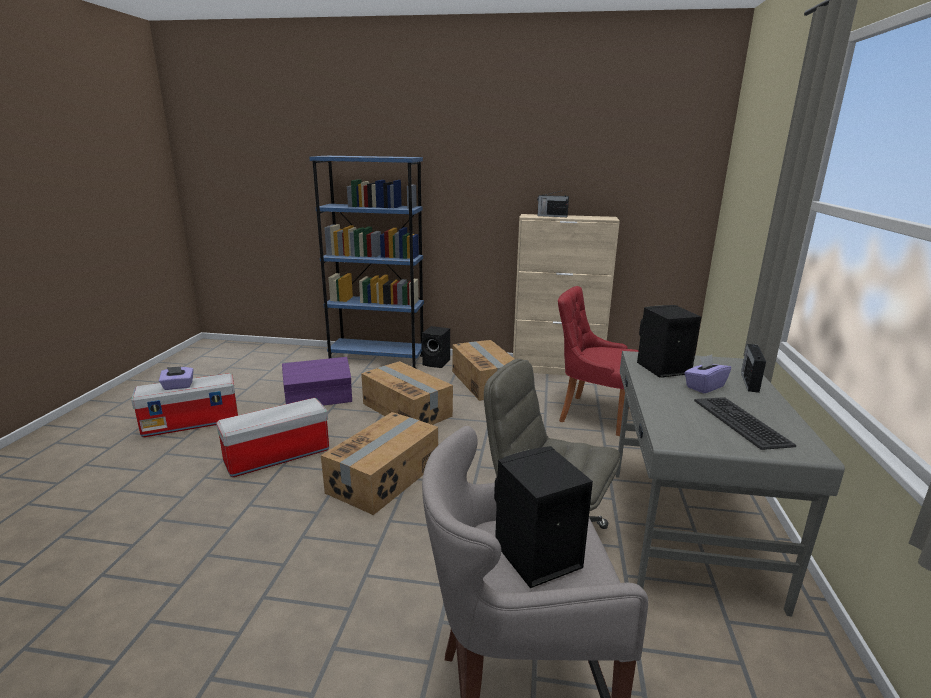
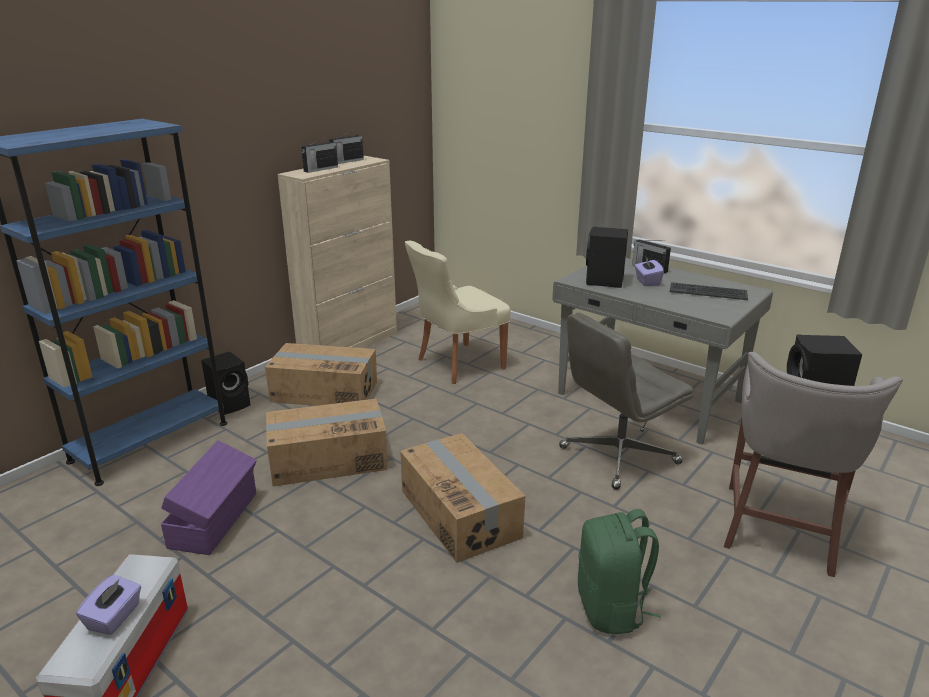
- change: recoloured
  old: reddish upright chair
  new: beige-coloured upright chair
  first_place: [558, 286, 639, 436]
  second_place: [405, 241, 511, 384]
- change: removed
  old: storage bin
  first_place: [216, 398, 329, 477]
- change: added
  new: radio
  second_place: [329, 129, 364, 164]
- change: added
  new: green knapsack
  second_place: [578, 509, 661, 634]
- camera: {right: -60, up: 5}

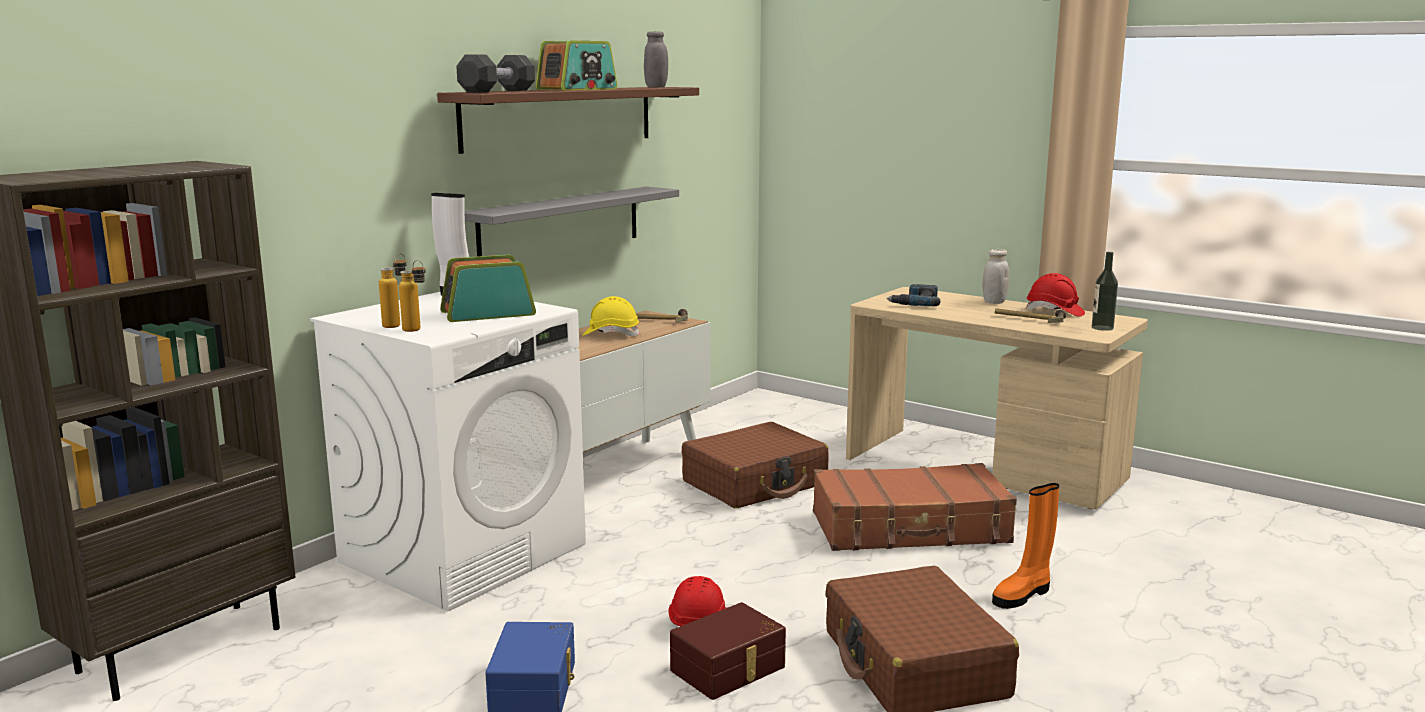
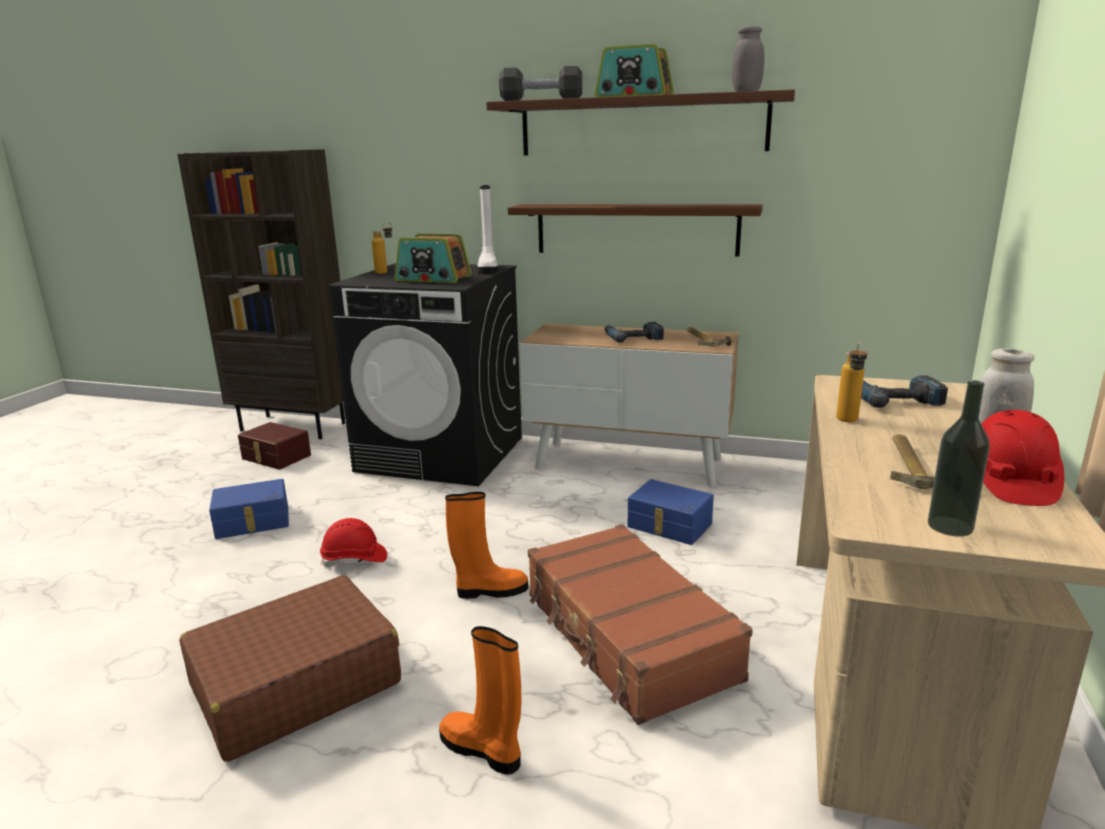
- change: recoloured
  old: greyish shelf
  new: brown shelf
  first_place: [464, 187, 679, 257]
  second_place: [508, 204, 763, 257]
- change: turned
  old: radio
  first_place: [440, 255, 536, 322]
  second_place: [395, 233, 472, 283]
  degrees: 150
- change: moved
  old: bottle
  first_place: [399, 260, 426, 332]
  second_place: [836, 342, 867, 422]
- change: recoloured
  old: white washing machine
  new: black-coloured washing machine
  first_place: [310, 292, 586, 611]
  second_place: [329, 263, 522, 486]
- change: replaced
  old: yellow-coloured safety helmet
  new: electric drill
  first_place: [583, 296, 640, 336]
  second_place: [604, 322, 664, 343]
- change: replaced
  old: brown piece of luggage
  new: blue storage bin
  first_place: [682, 422, 829, 508]
  second_place: [628, 479, 714, 545]
- change: moved
  old: brown storage bin
  first_place: [670, 602, 786, 700]
  second_place: [238, 422, 311, 470]
- change: added
  new: orange-coloured tall boot
  second_place: [445, 492, 528, 599]
- camera: {right: 70, up: 5}

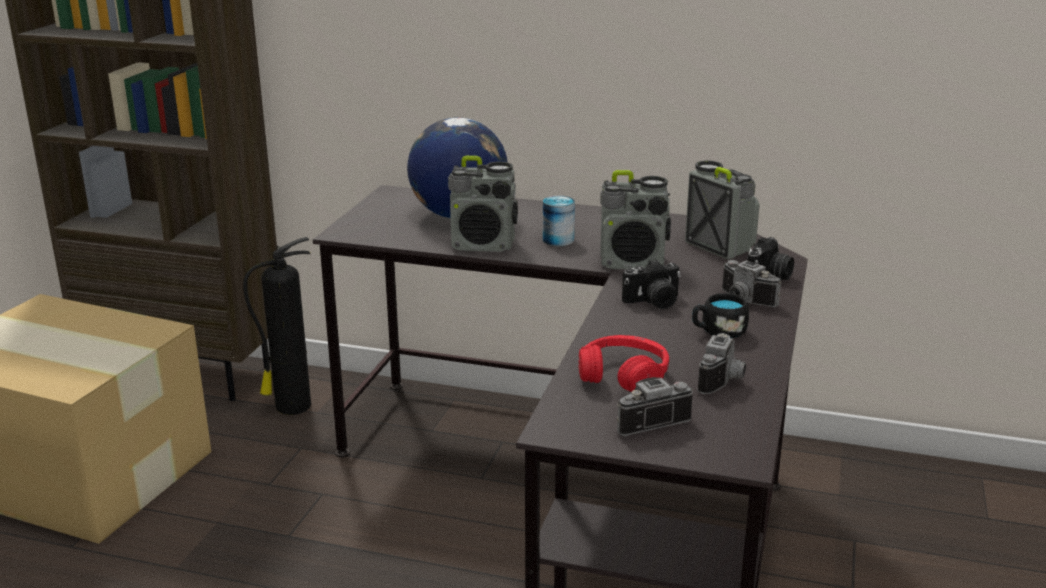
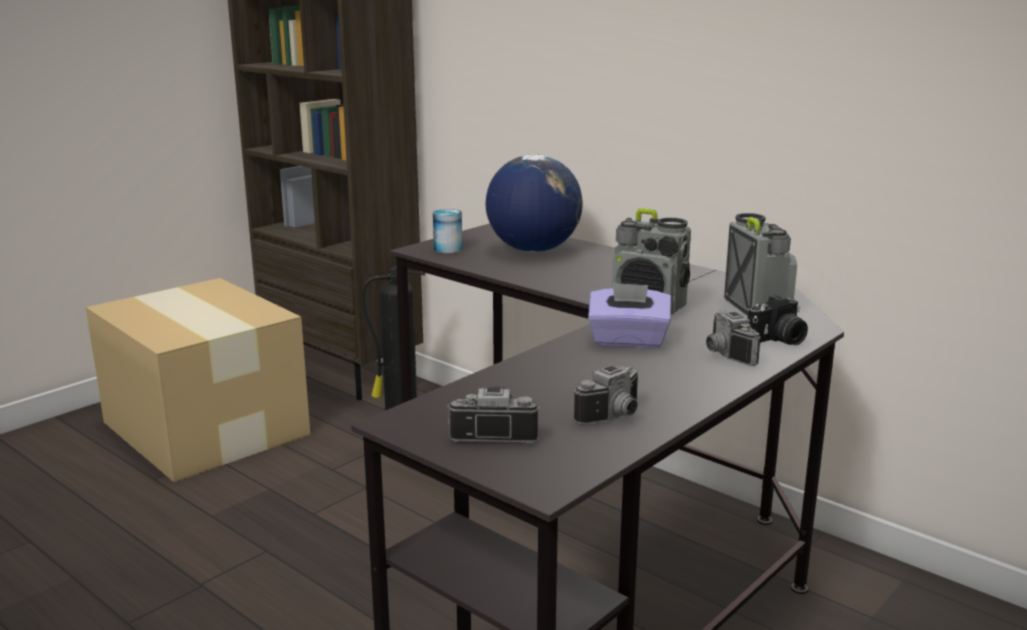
- change: removed
  old: radio
  first_place: [448, 156, 518, 252]
- change: moved
  old: metal can
  first_place: [543, 196, 575, 246]
  second_place: [433, 209, 462, 253]
- change: replaced
  old: still camera
  new: purple-coloured box of tissues
  first_place: [622, 259, 681, 309]
  second_place: [588, 283, 671, 348]
- change: removed
  old: black-coloured mug
  first_place: [692, 293, 749, 338]
- change: removed
  old: reddish headset
  first_place: [578, 335, 669, 392]
- camera: {right: 25, up: -5}

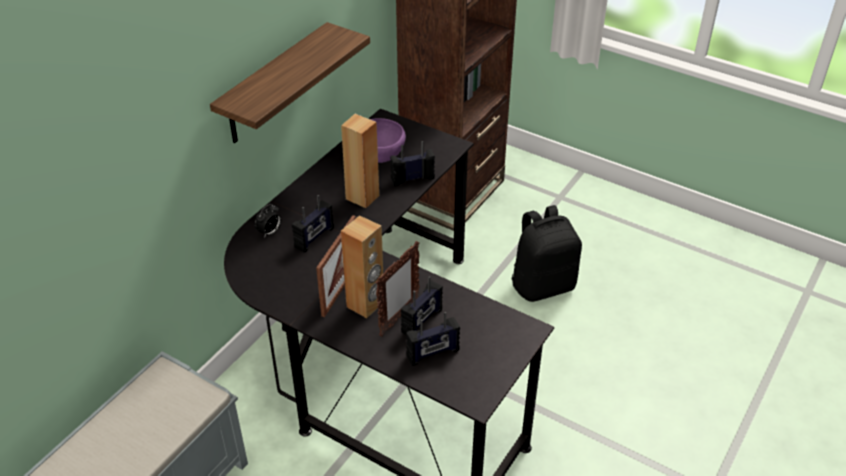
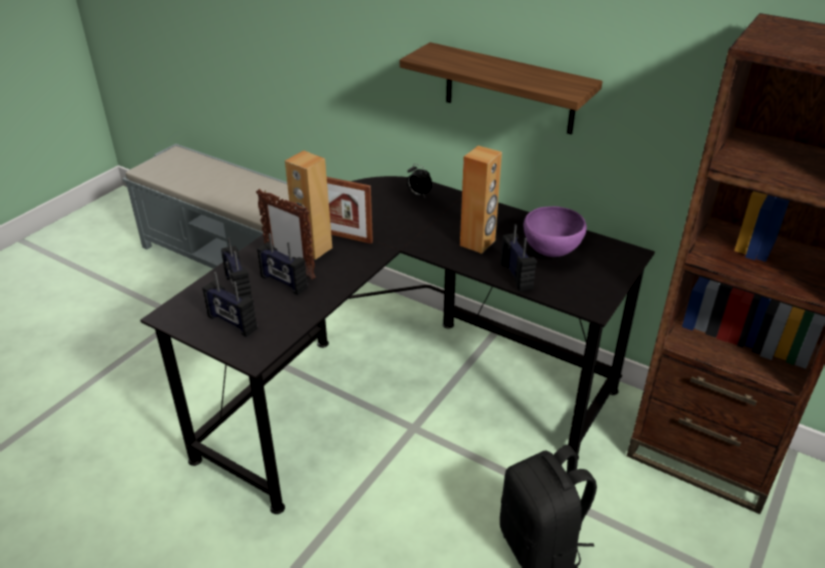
- change: moved
  old: radio
  first_place: [292, 195, 334, 253]
  second_place: [202, 272, 258, 337]
- camera: {right: 90, up: -5}

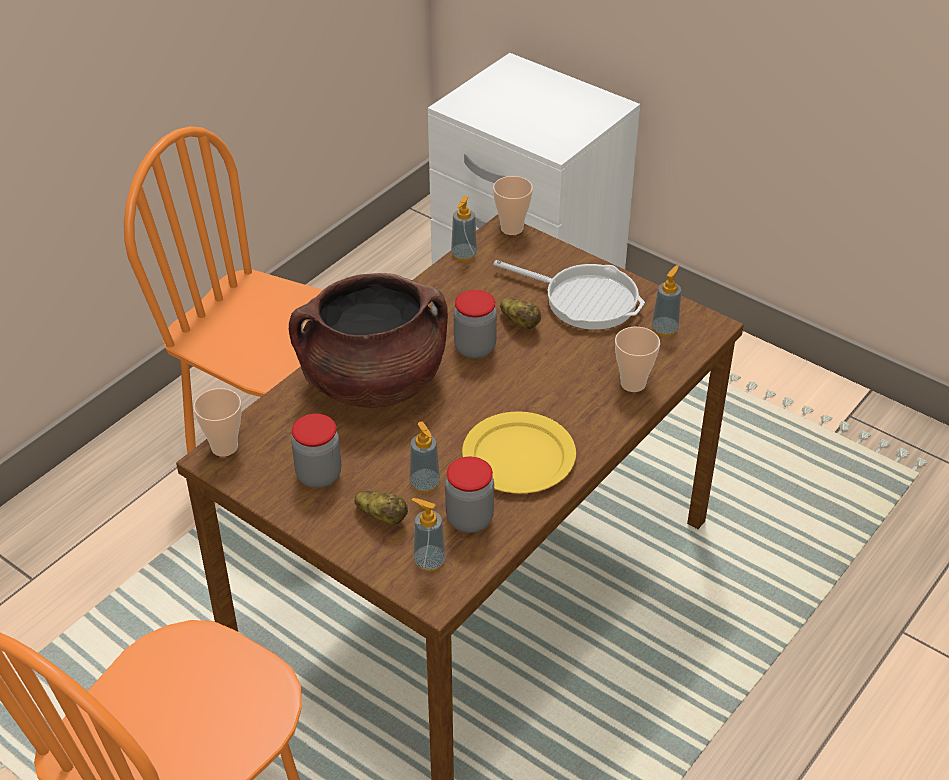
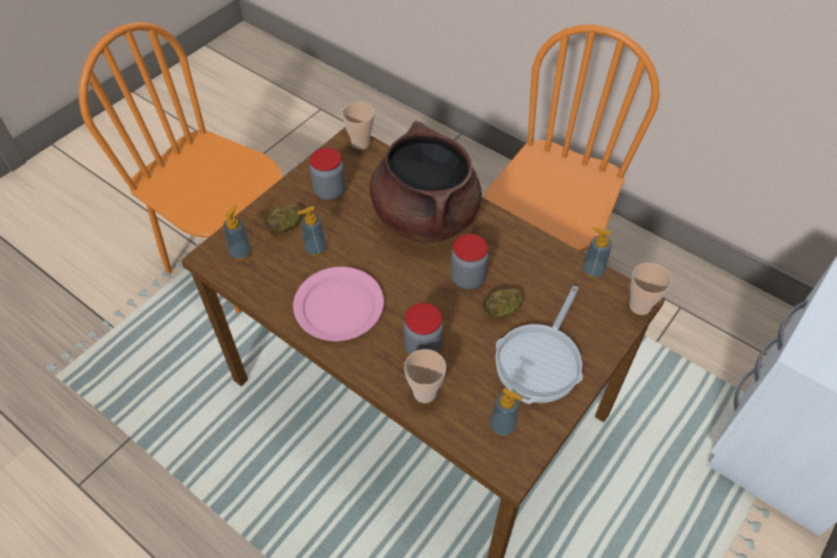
- change: recoloured
  old: yellow-coloured dinner plate
  new: pinkish dinner plate
  first_place: [462, 412, 576, 493]
  second_place: [293, 267, 384, 341]
- change: moved
  old: storage jar
  first_place: [445, 457, 494, 533]
  second_place: [404, 303, 443, 355]
- camera: {right: 90, up: 10}

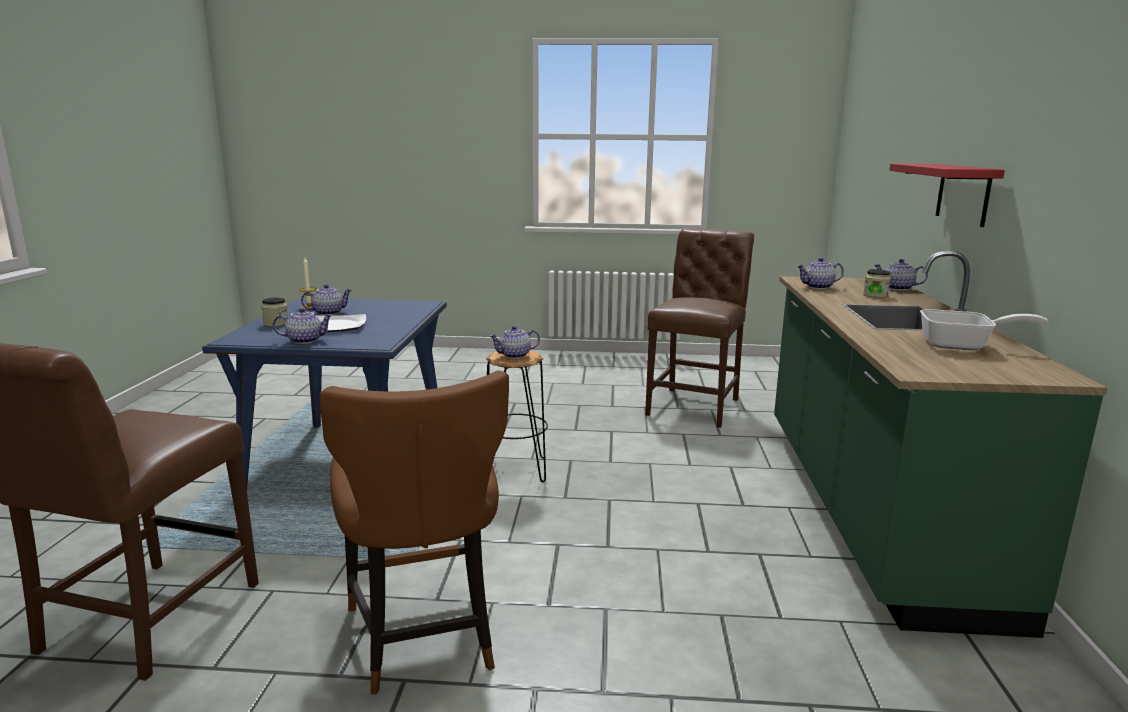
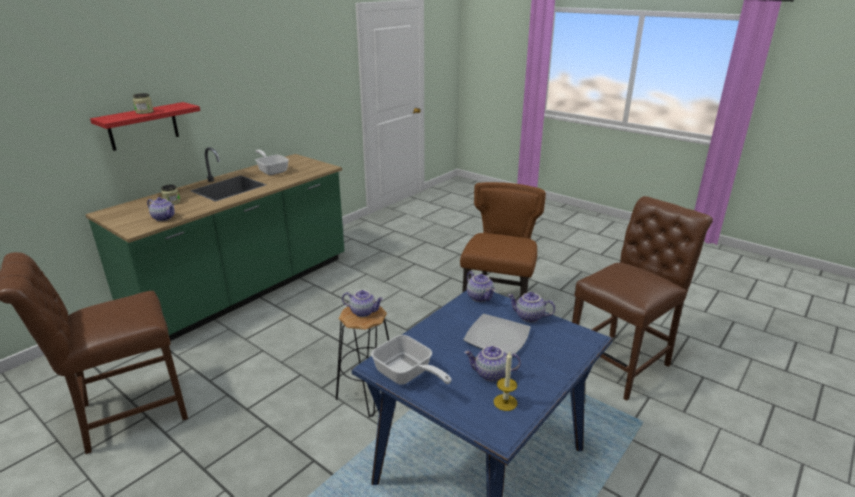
- change: moved
  old: teapot
  first_place: [874, 259, 928, 290]
  second_place: [467, 271, 495, 302]
- change: moved
  old: storage jar
  first_place: [262, 297, 288, 327]
  second_place: [133, 93, 154, 114]
- change: added
  new: frying pan
  second_place: [371, 335, 451, 385]
- camera: {right: -145, up: 10}

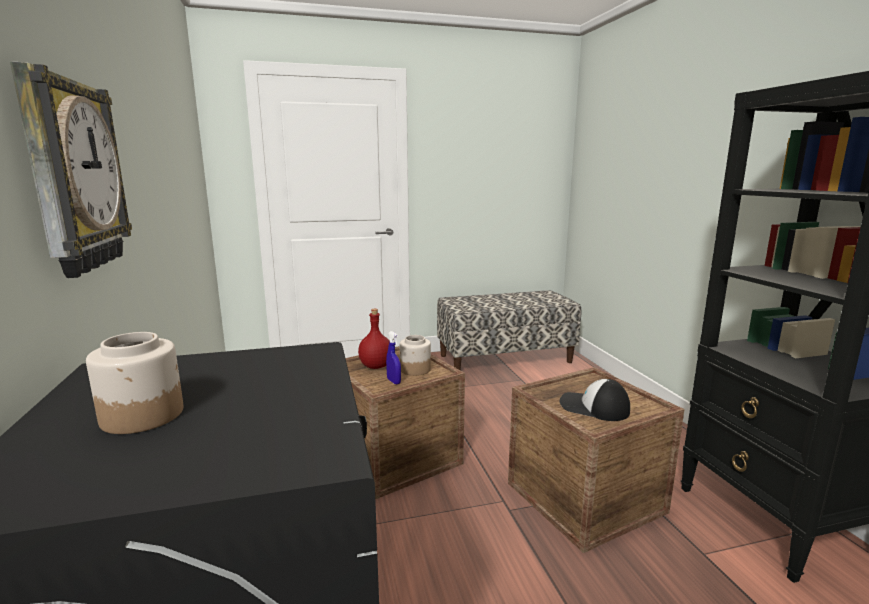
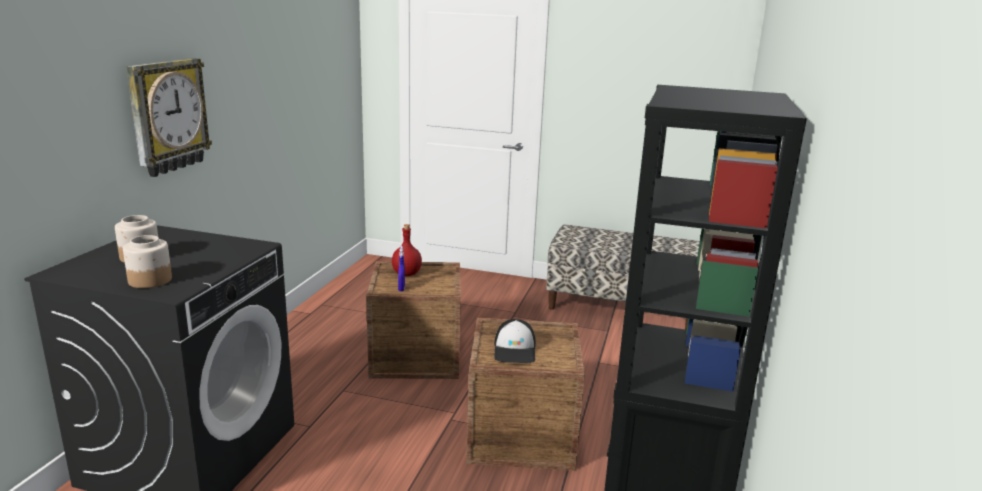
- change: moved
  old: storage jar
  first_place: [400, 335, 431, 376]
  second_place: [123, 235, 172, 288]
- change: turned
  old: cap
  first_place: [559, 379, 630, 421]
  second_place: [494, 319, 536, 363]
  degrees: -150
- camera: {right: 30, up: 5}

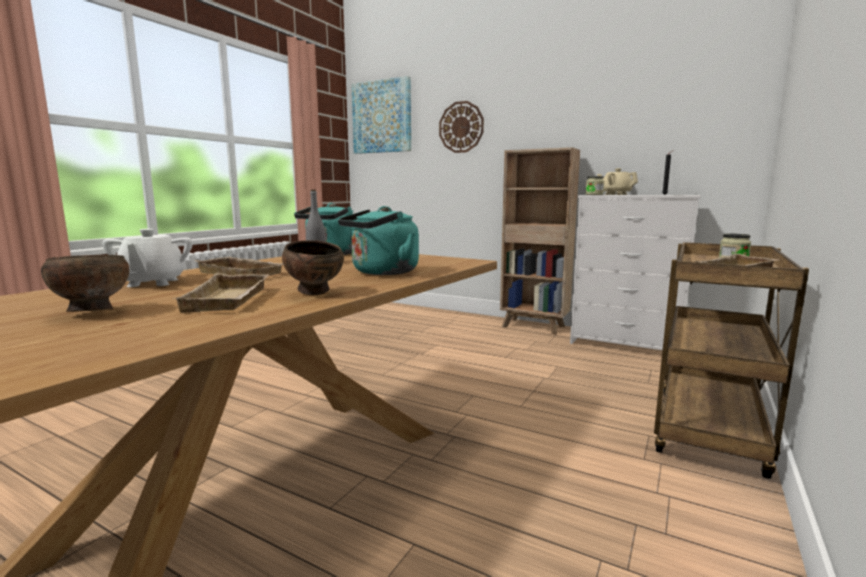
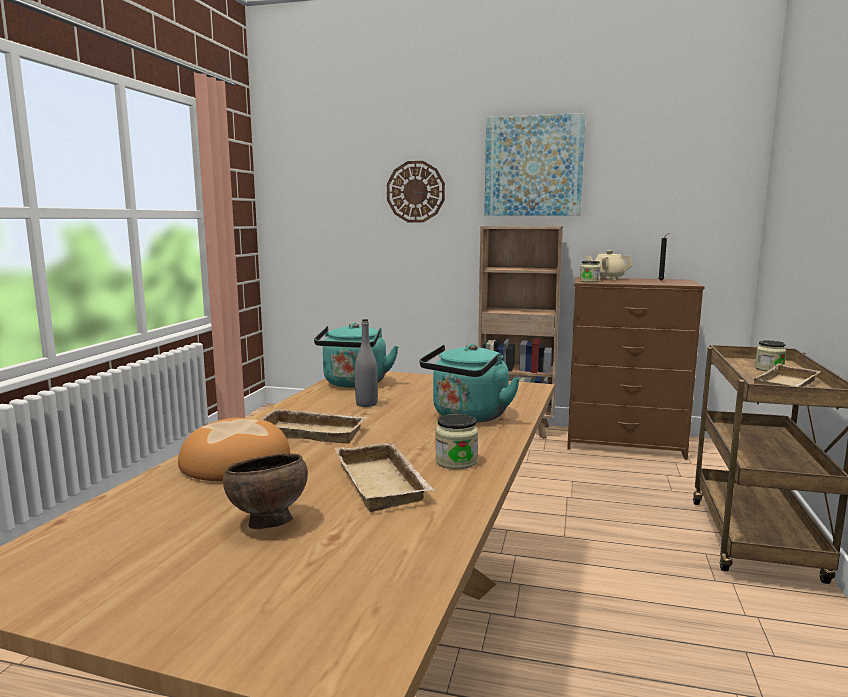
- change: moved
  old: wall picture
  first_place: [351, 76, 411, 154]
  second_place: [484, 113, 586, 216]
- change: recoloured
  old: white drawer chest
  new: brown drawer chest
  first_place: [570, 195, 700, 350]
  second_place: [567, 277, 705, 460]
- change: replaced
  old: white teapot
  new: baked bread
  first_place: [102, 229, 193, 287]
  second_place: [178, 418, 290, 481]
- change: replaced
  old: brown bowl
  new: storage jar
  first_place: [282, 240, 344, 295]
  second_place: [435, 414, 478, 469]
- camera: {right: -15, up: 0}

